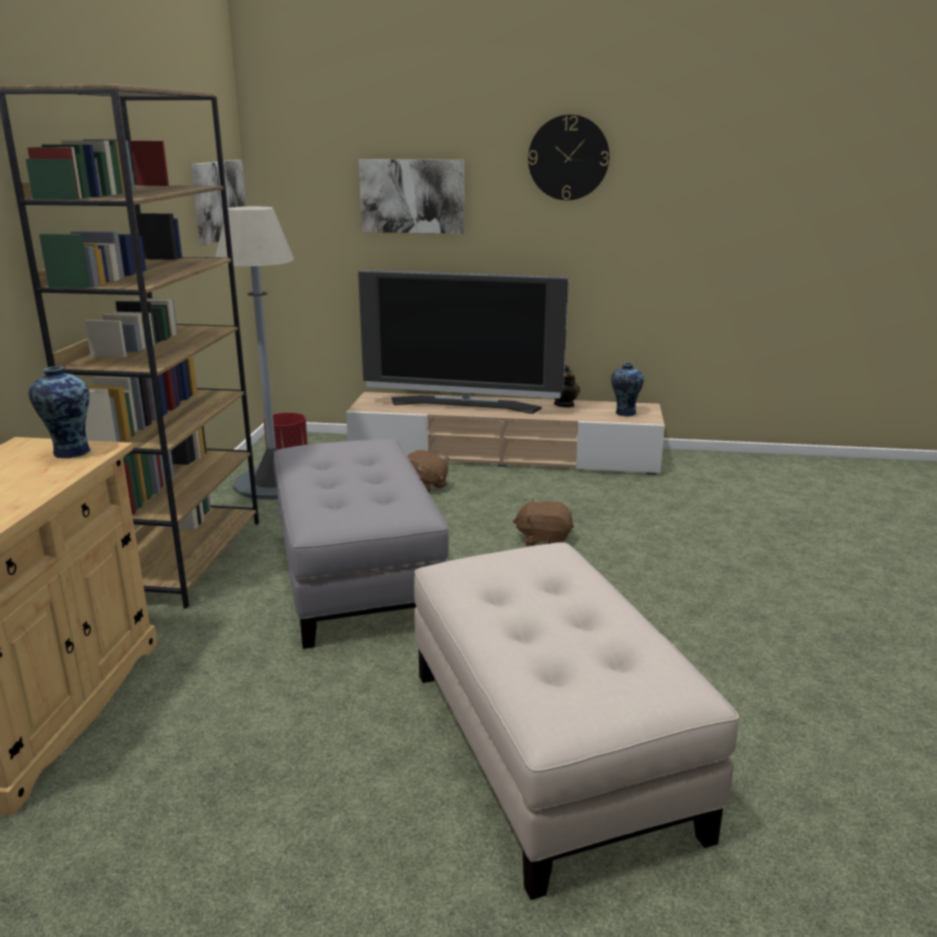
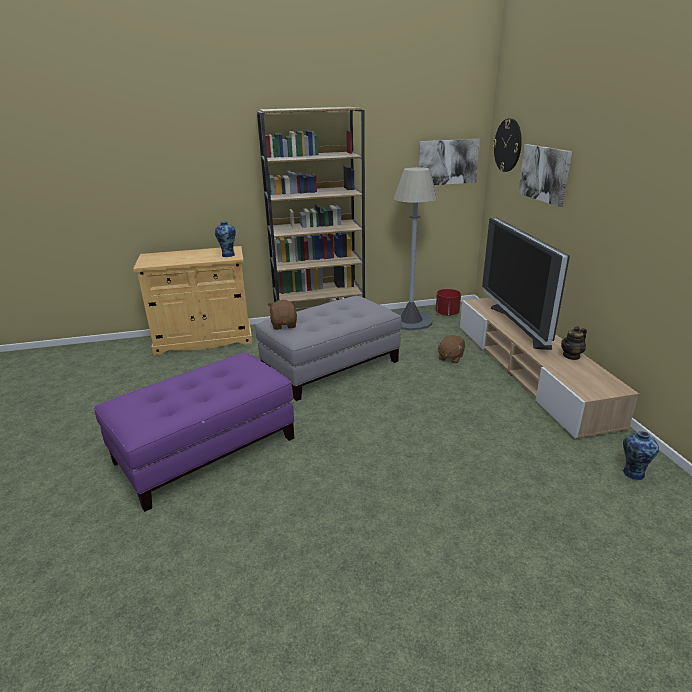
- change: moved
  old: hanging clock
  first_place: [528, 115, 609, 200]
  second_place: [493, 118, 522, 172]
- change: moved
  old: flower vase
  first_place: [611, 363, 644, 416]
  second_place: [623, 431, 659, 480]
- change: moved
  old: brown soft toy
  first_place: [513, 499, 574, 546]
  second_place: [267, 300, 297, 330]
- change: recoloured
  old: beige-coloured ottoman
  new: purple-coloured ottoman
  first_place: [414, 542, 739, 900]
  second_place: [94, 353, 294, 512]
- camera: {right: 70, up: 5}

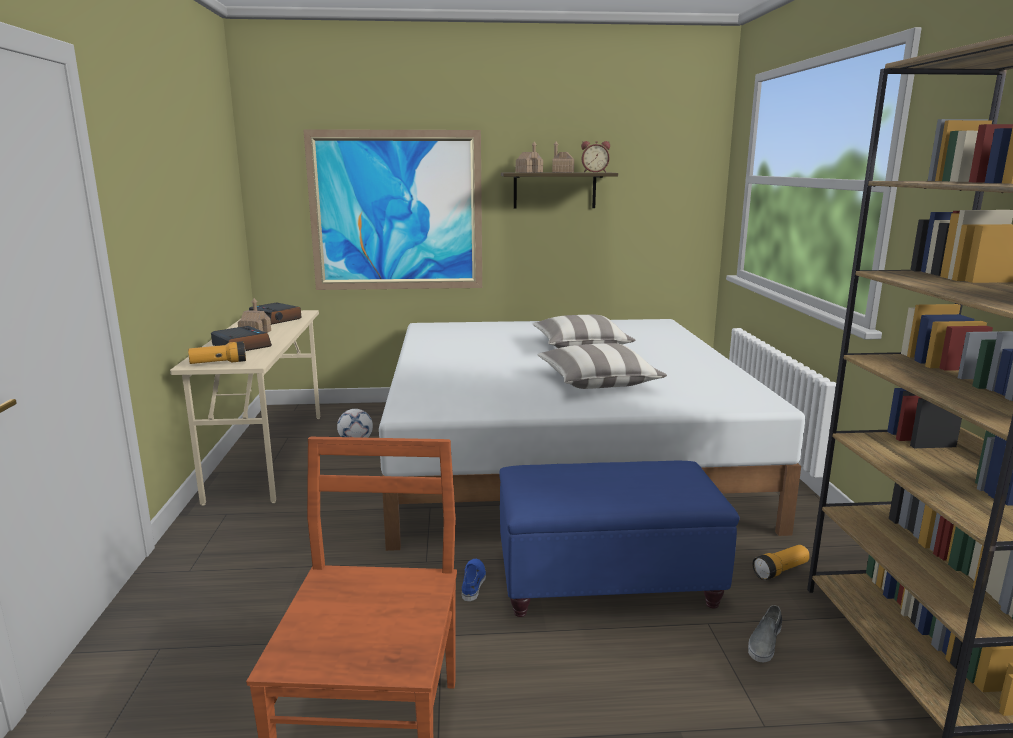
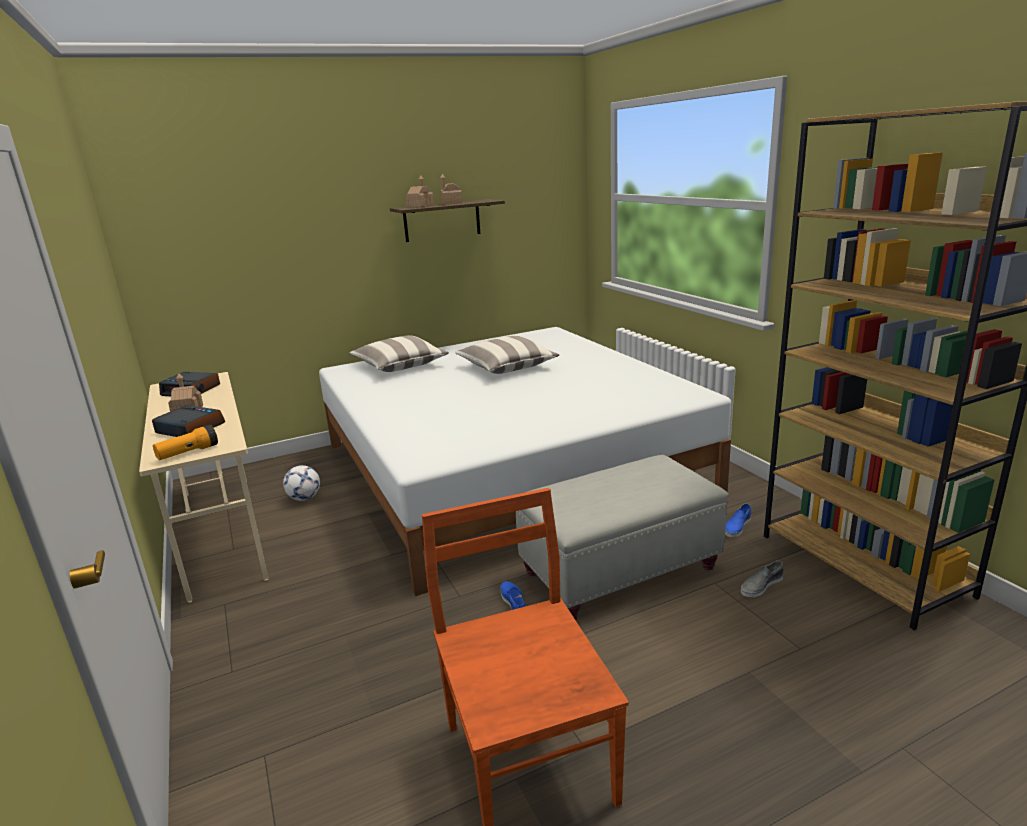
- change: removed
  old: wall picture
  first_place: [303, 129, 482, 290]
- change: removed
  old: bedside clock
  first_place: [581, 141, 610, 172]
- change: moved
  old: pillow
  first_place: [538, 343, 667, 389]
  second_place: [350, 335, 449, 372]
- change: recoloured
  old: blue ottoman
  new: greyish ottoman
  first_place: [499, 461, 740, 617]
  second_place: [516, 455, 729, 620]
- change: replaced
  old: flashlight
  new: blue low shoe
  first_place: [752, 545, 810, 580]
  second_place: [725, 504, 751, 537]
- change: turned
  old: greyish low shoe
  first_place: [748, 605, 782, 662]
  second_place: [741, 561, 784, 597]
  degrees: 45
- camera: {right: -20, up: 5}

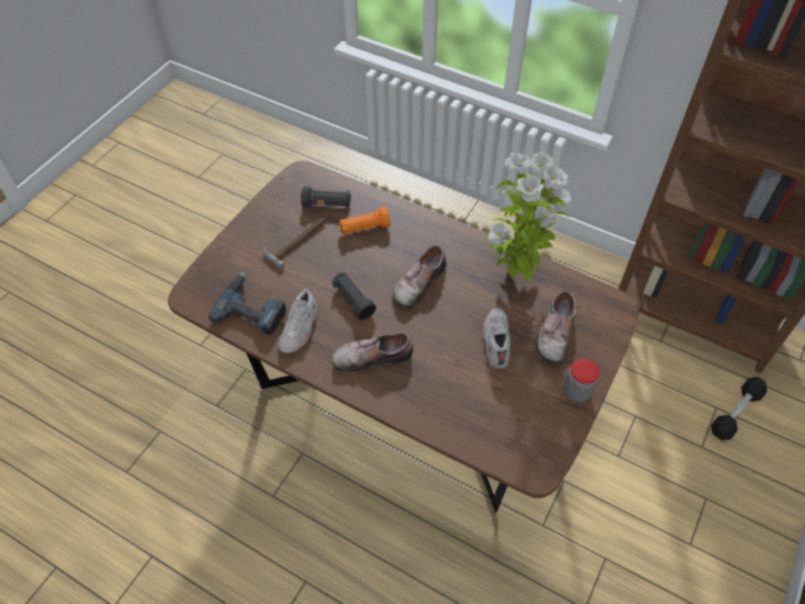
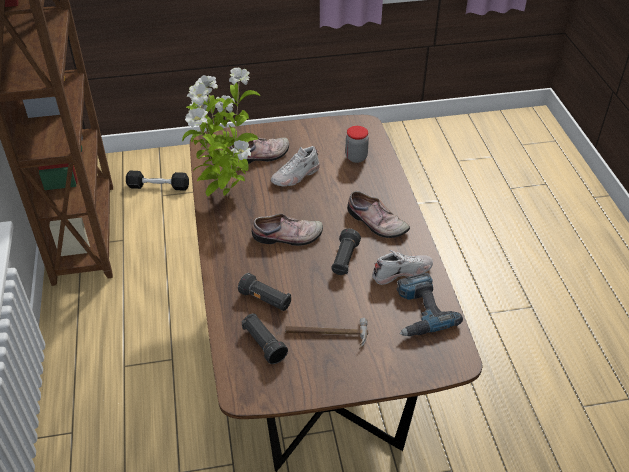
- change: recoloured
  old: orange-coloured flashlight
  new: black-coloured flashlight
  first_place: [339, 206, 391, 236]
  second_place: [238, 273, 291, 311]
- change: moved
  old: storage jar
  first_place: [564, 359, 600, 402]
  second_place: [345, 126, 369, 163]
- camera: {right: -130, up: -10}

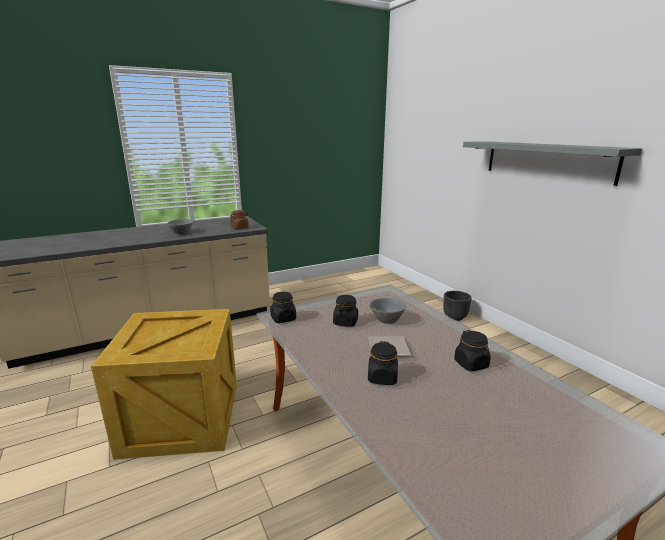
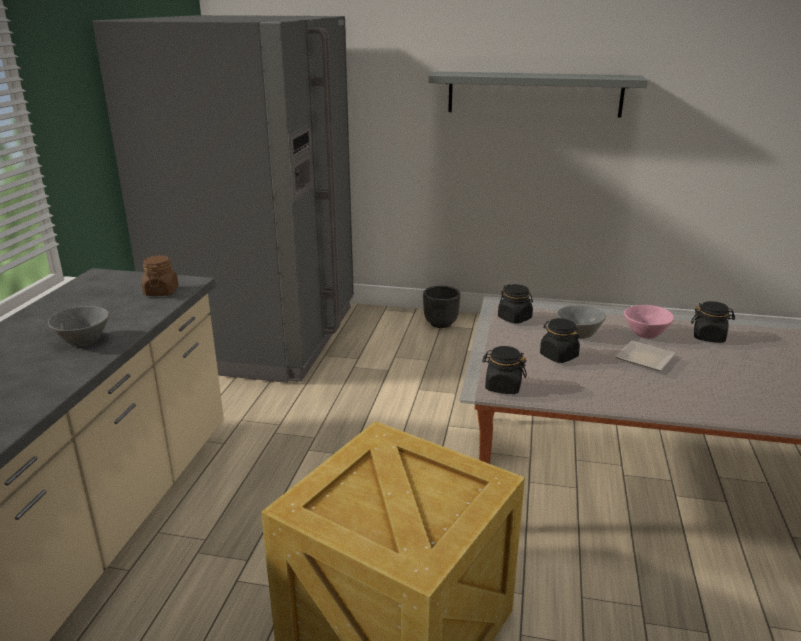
- change: moved
  old: black-coloured storage jar
  first_place: [368, 341, 398, 385]
  second_place: [498, 284, 533, 324]
- change: added
  new: greyish refrigerator
  second_place: [92, 15, 354, 383]
- change: added
  new: pinkish bowl
  second_place: [624, 305, 674, 339]
- camera: {right: -50, up: 5}

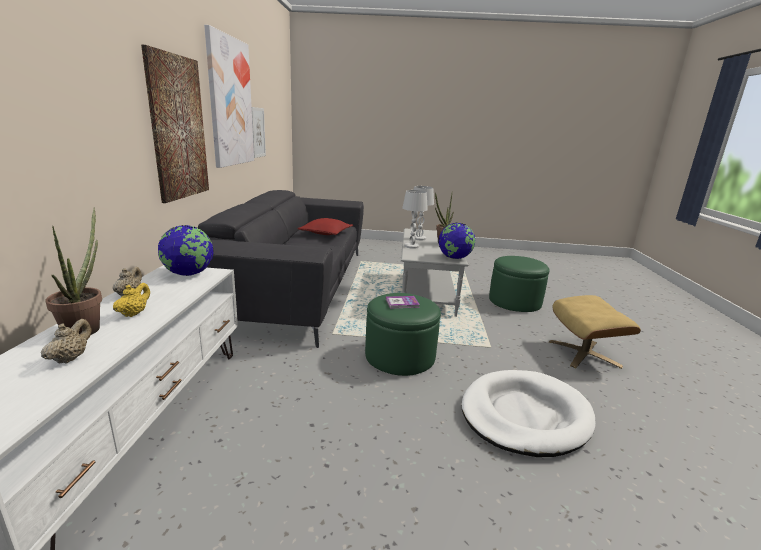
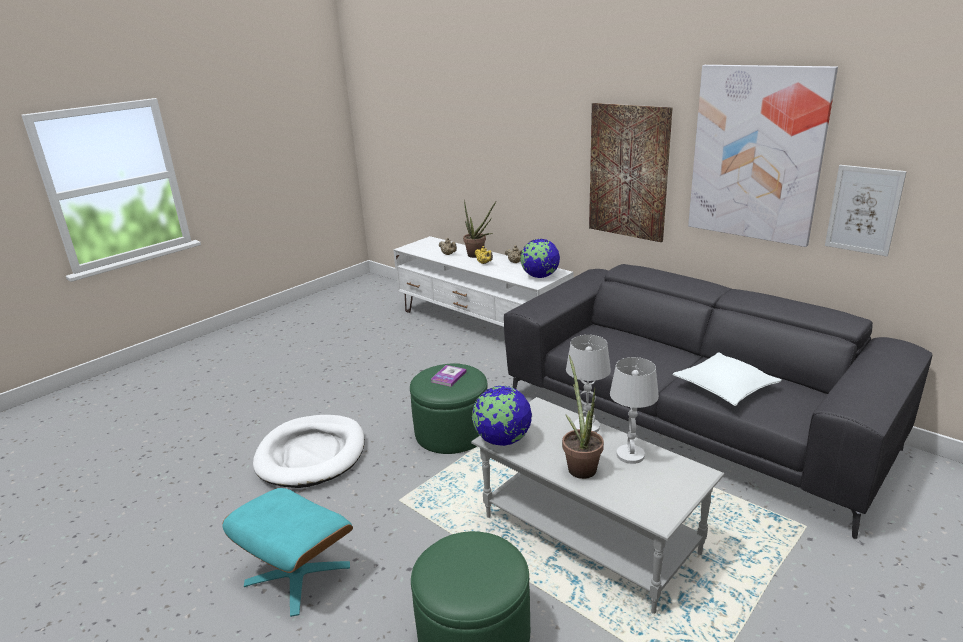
- change: recoloured
  old: reddish pillow
  new: white pillow
  first_place: [297, 218, 353, 235]
  second_place: [672, 352, 782, 406]
- change: recoloured
  old: beige-coloured ottoman
  new: turquoise-coloured ottoman
  first_place: [549, 295, 641, 369]
  second_place: [222, 488, 353, 617]
- camera: {right: 130, up: 5}

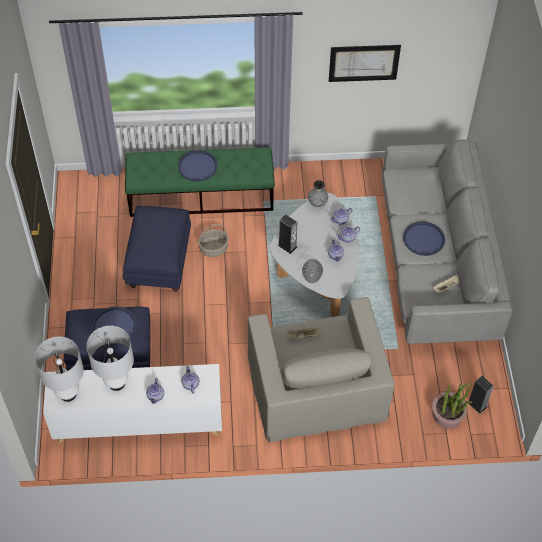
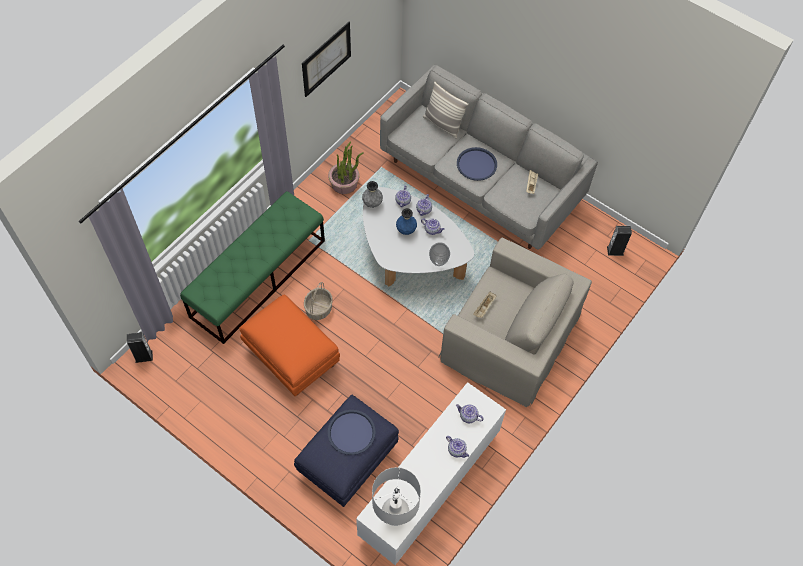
- change: removed
  old: blue carrying tray
  first_place: [178, 150, 218, 181]
- change: recoloured
  old: blue ottoman
  new: orange-coloured ottoman
  first_place: [122, 206, 191, 292]
  second_place: [239, 294, 340, 397]
- change: moved
  old: audio speaker
  first_place: [278, 214, 297, 254]
  second_place: [127, 332, 153, 363]
- change: removed
  old: white lamp for a table
  first_place: [87, 326, 134, 391]
- change: moved
  old: plant in a pot
  first_place: [432, 383, 472, 428]
  second_place: [328, 142, 364, 194]
- change: added
  new: pillow
  second_place: [423, 81, 468, 139]
- change: added
  new: blue flower vase
  second_place: [396, 208, 417, 235]
- camera: {right: -50, up: 5}

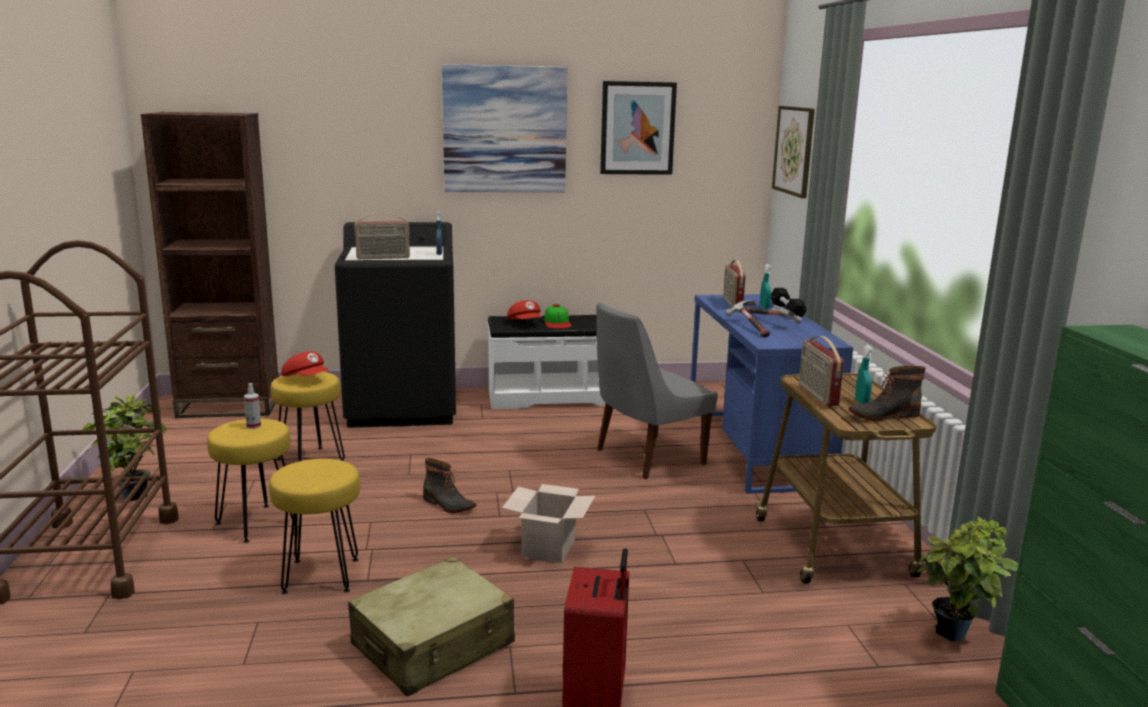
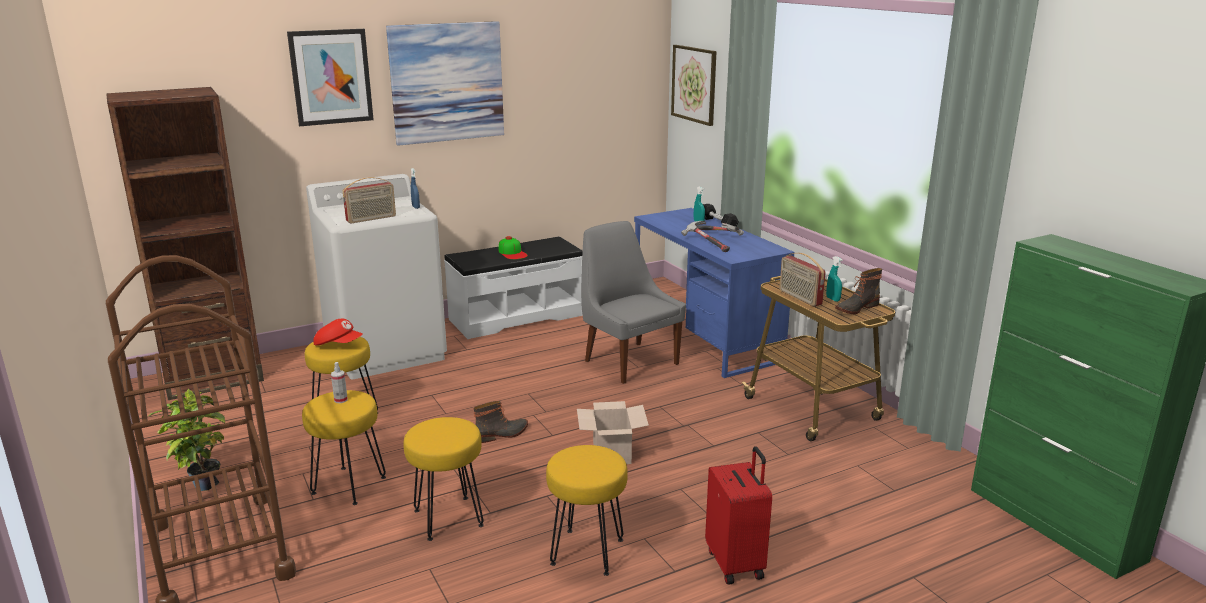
- change: moved
  old: wall picture
  first_place: [600, 81, 677, 175]
  second_place: [287, 29, 374, 126]
- change: recoloured
  old: black-coloured washing machine
  new: white washing machine
  first_place: [335, 222, 456, 428]
  second_place: [306, 174, 447, 379]
- change: removed
  old: radio
  first_place: [724, 260, 746, 308]
- change: removed
  old: reddish cap
  first_place: [507, 300, 542, 319]
- change: turned
  old: greyish upright chair
  first_place: [596, 302, 718, 479]
  second_place: [581, 221, 686, 384]
  degrees: 105
- change: turned
  old: tall boot
  first_place: [423, 458, 476, 513]
  second_place: [473, 401, 528, 443]
  degrees: -45
- change: removed
  old: plant in a pot
  first_place: [917, 517, 1018, 642]
- change: replaced
  old: beige-coloured piece of luggage
  new: yellow-coloured sitting stool
  first_place: [348, 556, 515, 697]
  second_place: [546, 445, 628, 576]
- camera: {right: -20, up: 5}

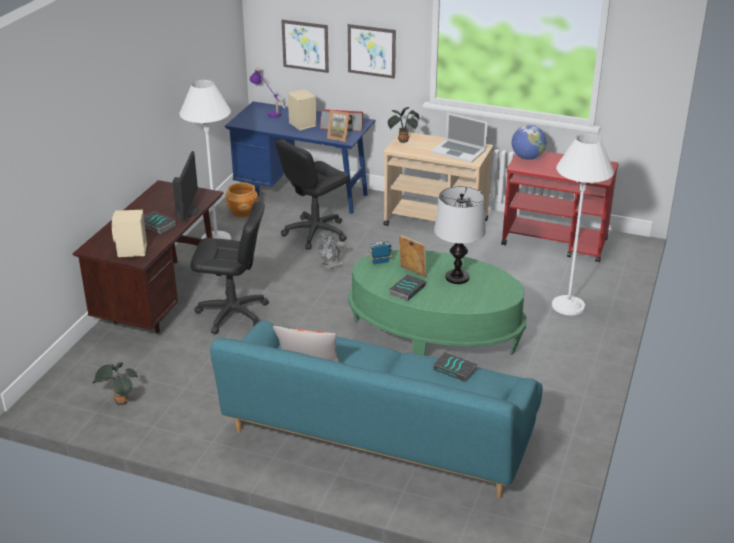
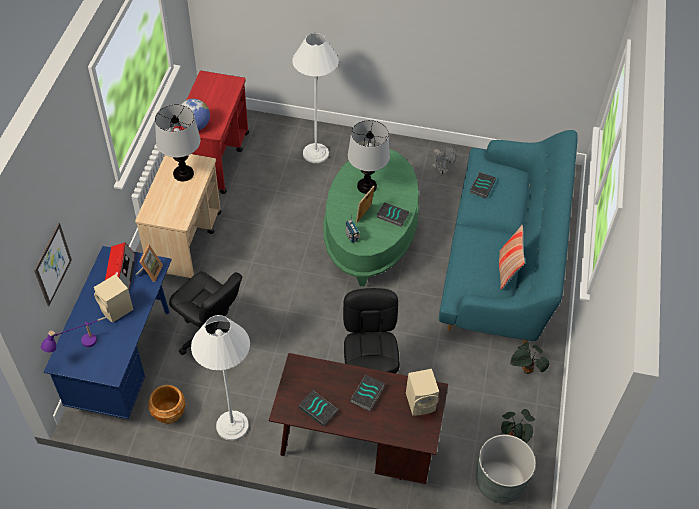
- change: removed
  old: wall picture
  first_place: [348, 24, 396, 79]
- change: moved
  old: plant in a pot
  first_place: [388, 107, 419, 143]
  second_place: [510, 342, 549, 374]
- change: replaced
  old: portable computer
  new: lamp for a table
  first_place: [431, 113, 488, 163]
  second_place: [155, 104, 201, 182]
- change: removed
  old: computer screen
  first_place: [172, 151, 199, 222]
- change: moved
  old: greyish electric fan
  first_place: [317, 230, 345, 270]
  second_place: [432, 146, 457, 176]
- change: added
  new: book
  second_place: [299, 390, 338, 426]
- change: added
  new: greyish planter
  second_place: [476, 435, 536, 503]
- camera: {right: -100, up: 20}

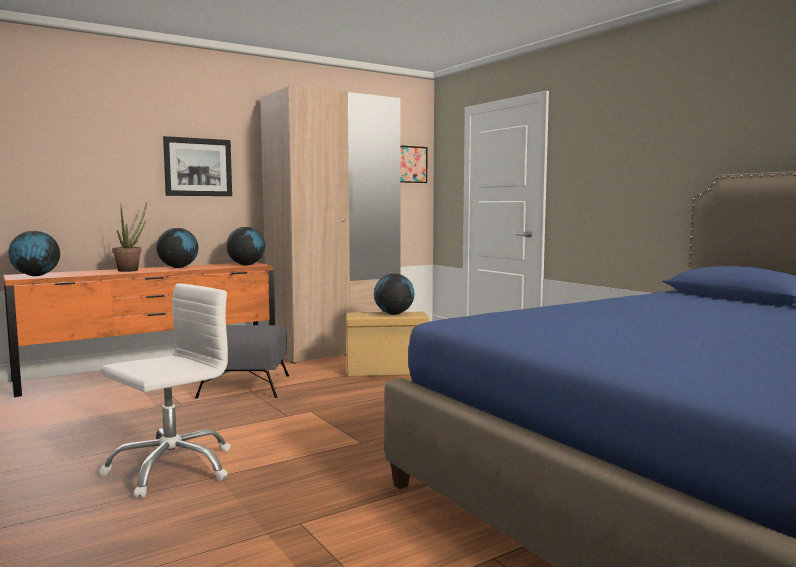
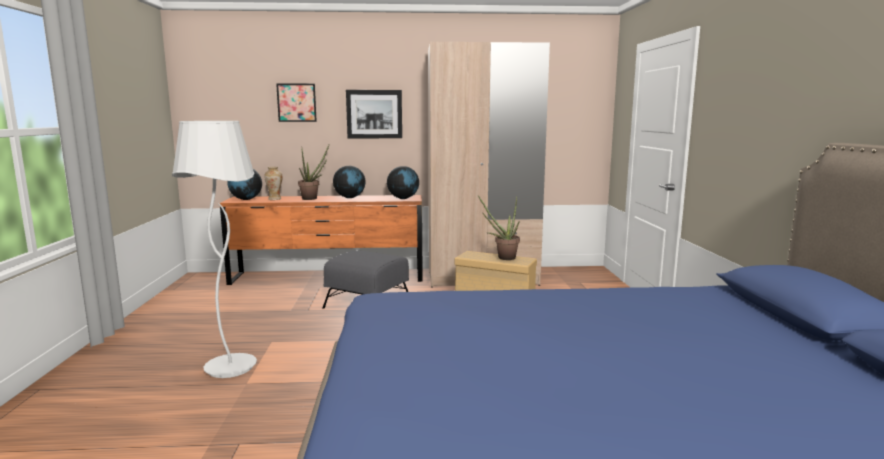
- change: moved
  old: wall picture
  first_place: [400, 145, 427, 183]
  second_place: [276, 84, 317, 122]
- change: replaced
  old: globe
  new: plant in a pot
  first_place: [374, 273, 414, 315]
  second_place: [478, 195, 520, 260]
- change: replaced
  old: white computer chair
  new: white standing lamp
  first_place: [99, 283, 230, 498]
  second_place: [172, 121, 257, 378]
- change: added
  new: flower vase
  second_place: [264, 167, 283, 200]
- camera: {right: 30, up: 5}

